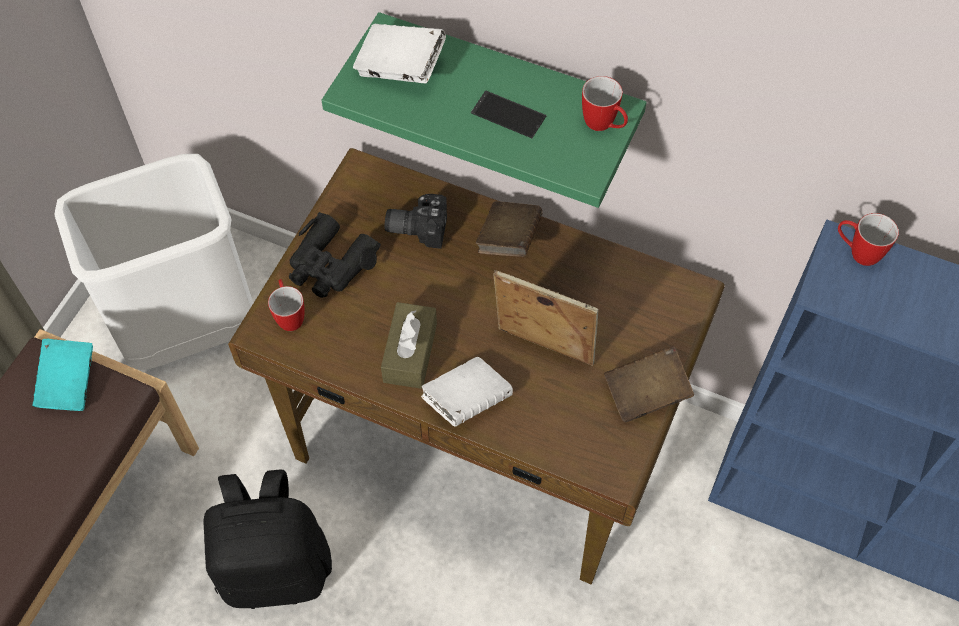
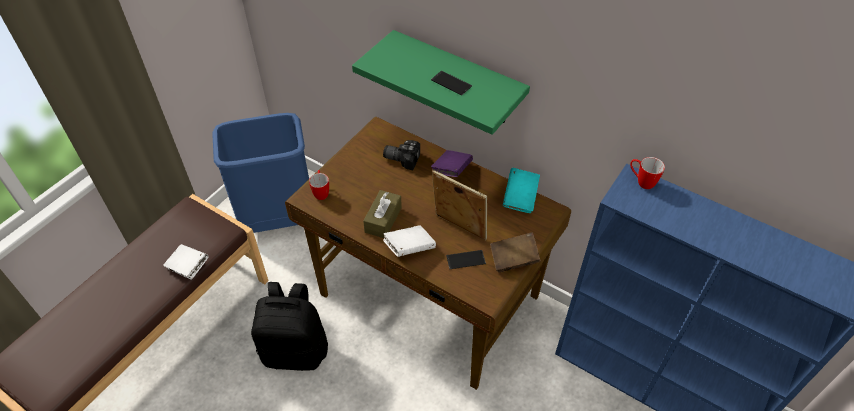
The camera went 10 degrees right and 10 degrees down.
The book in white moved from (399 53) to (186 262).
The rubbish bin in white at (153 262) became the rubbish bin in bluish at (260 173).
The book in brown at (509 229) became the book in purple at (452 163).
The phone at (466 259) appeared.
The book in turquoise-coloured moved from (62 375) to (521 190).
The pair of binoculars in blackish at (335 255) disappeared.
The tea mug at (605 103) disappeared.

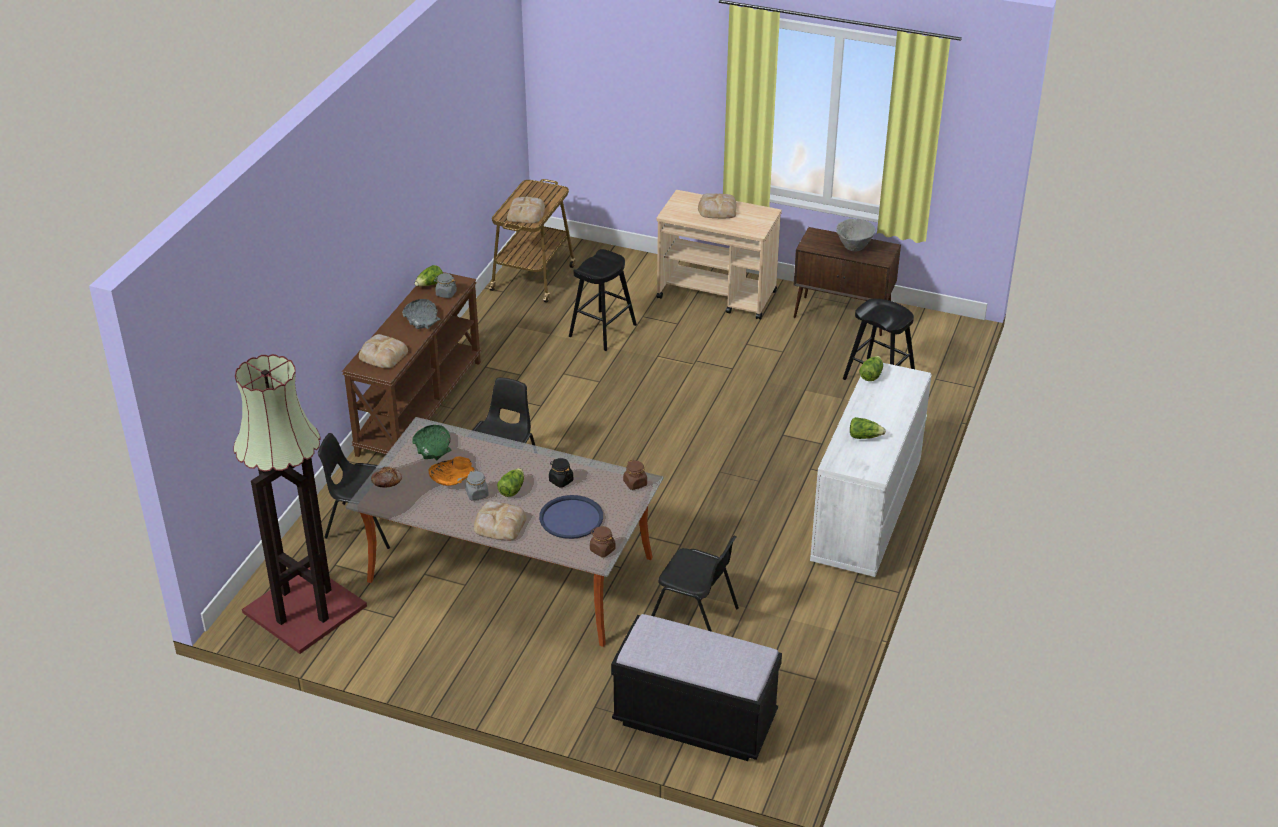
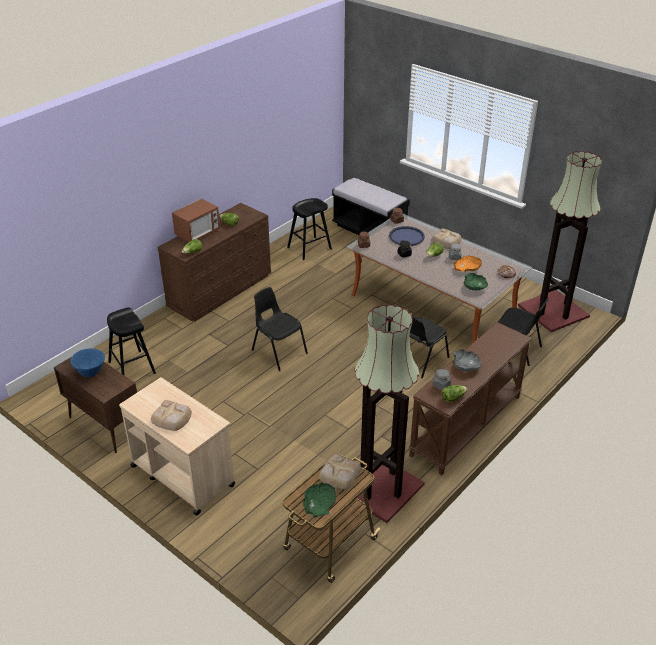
The camera went 160 degrees left and 0 degrees up.
The serving bowl in grey at (856 235) became the serving bowl in bluish at (88 362).
The chest of drawers in white at (871 470) became the chest of drawers in brown at (214 262).
The microwave at (196 220) appeared.
The upright chair in blackish moved from (695 584) to (280 329).
The stool in blackish moved from (603 300) to (309 229).
The serving bowl in greenish at (319 500) appeared.
The standing lamp at (389 413) appeared.
The bread at (383 351) disappeared.

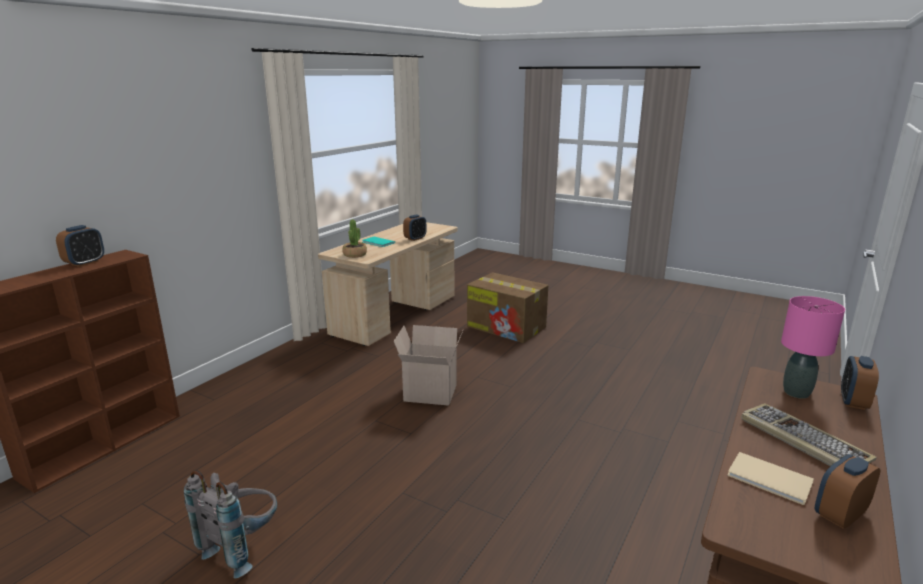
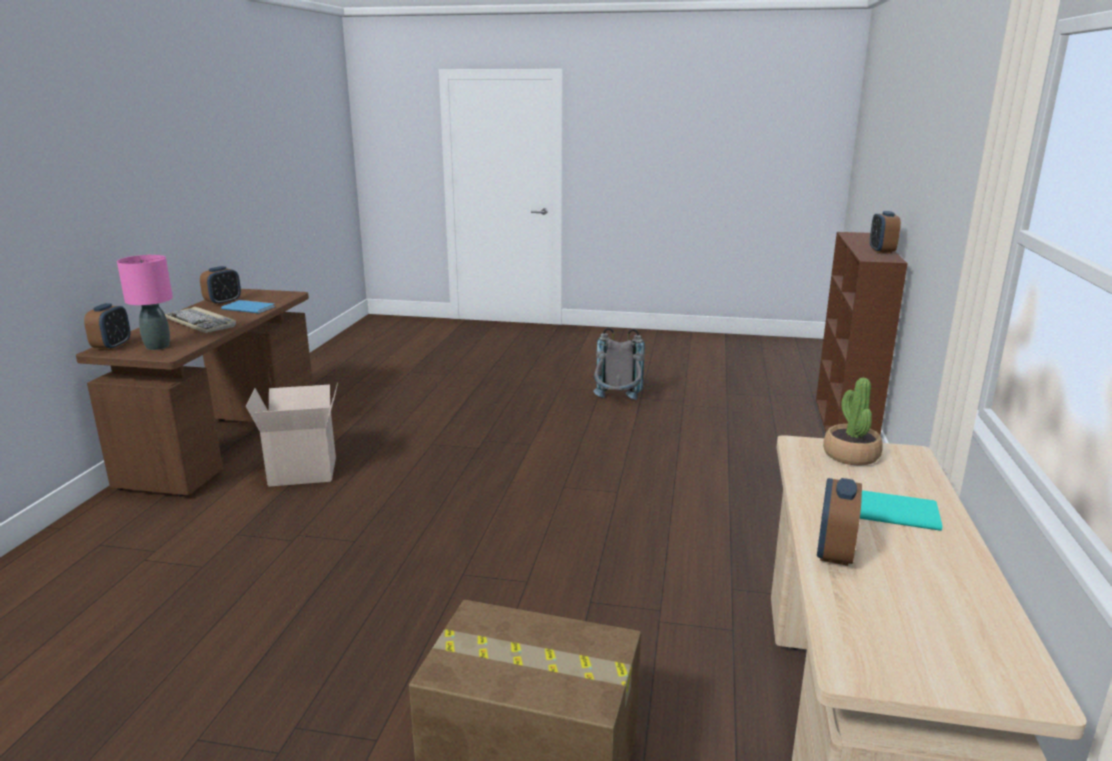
The camera went 160 degrees right and 0 degrees up.
The book in beige-coloured at (770 478) became the book in bluish at (248 306).
The packing box moved from (428 365) to (292 435).

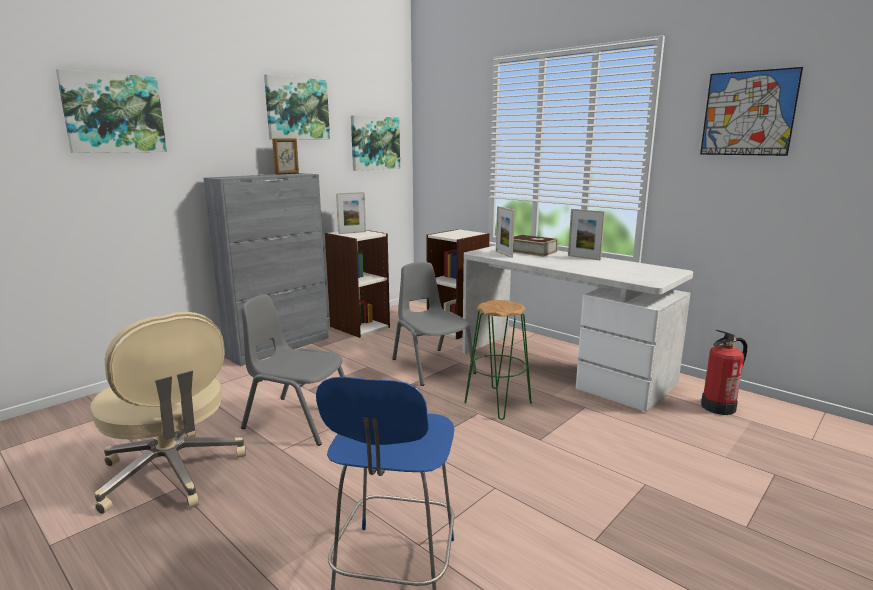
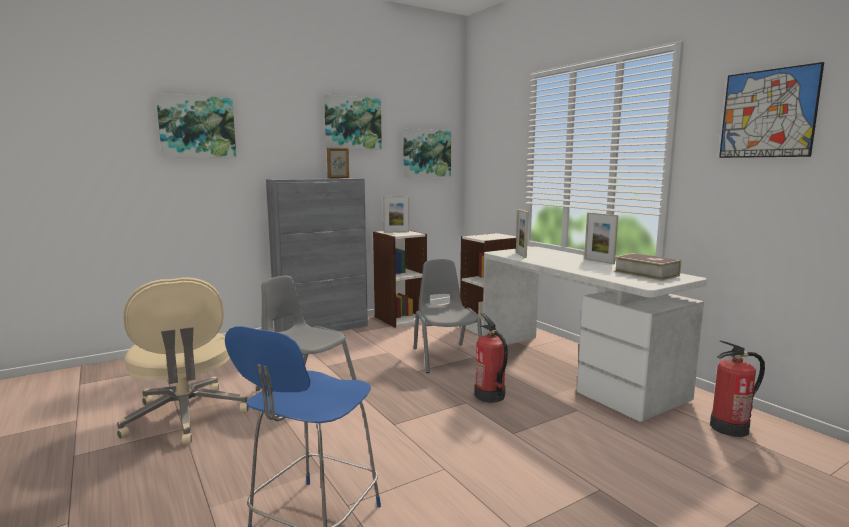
The camera went 15 degrees right and 5 degrees down.
The stool in greenish at (498 360) was replaced by the extinguisher at (491 358).
The book moved from (535 245) to (647 267).

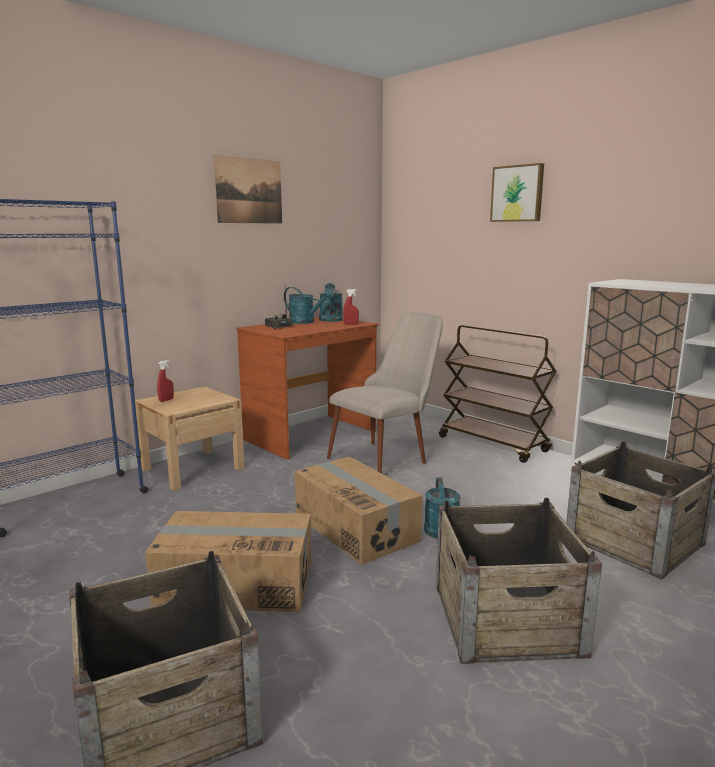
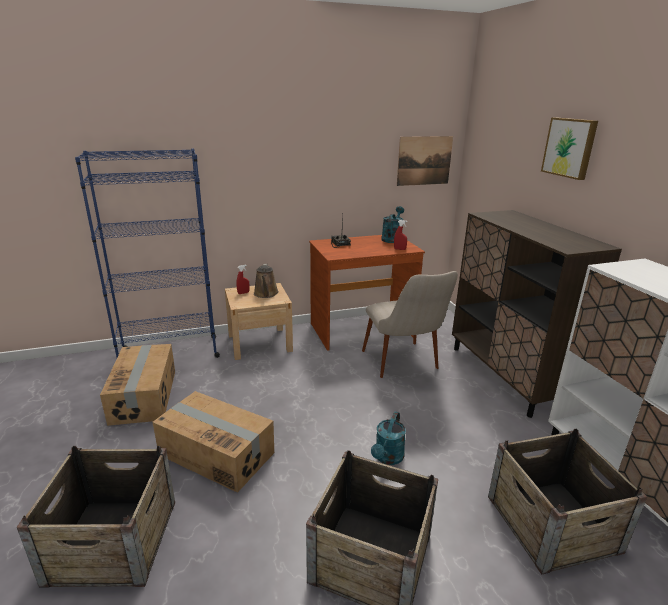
The camera went 25 degrees right and 10 degrees up.
The packing box moved from (358 511) to (137 385).
The watering can in brown at (266 281) appeared.
The upright chair in beige-coloured at (385 392) turned 90 degrees clockwise.
The picture moved from (247 189) to (425 161).
The cart in brown at (497 394) was replaced by the cupboard in brown at (537 314).
The watering can in turquoise-coloured at (308 305) disappeared.

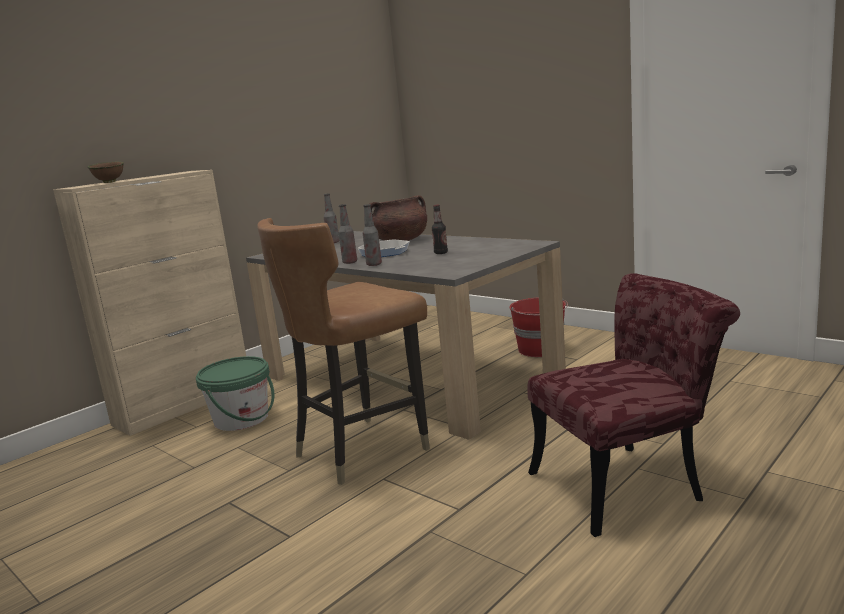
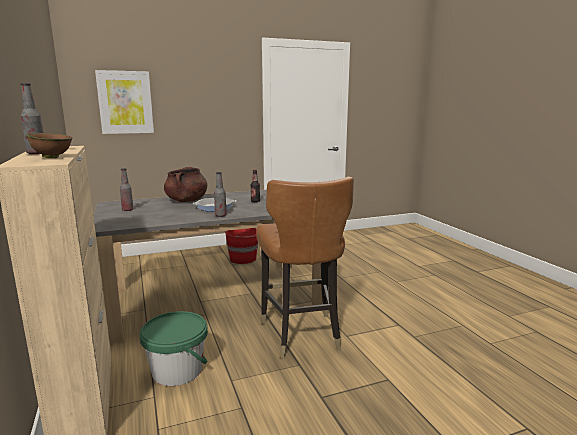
The camera went 65 degrees left and 0 degrees up.
The drink bottle moved from (372 235) to (32 118).
The picture at (124 102) appeared.
The upright chair in red at (634 405) disappeared.

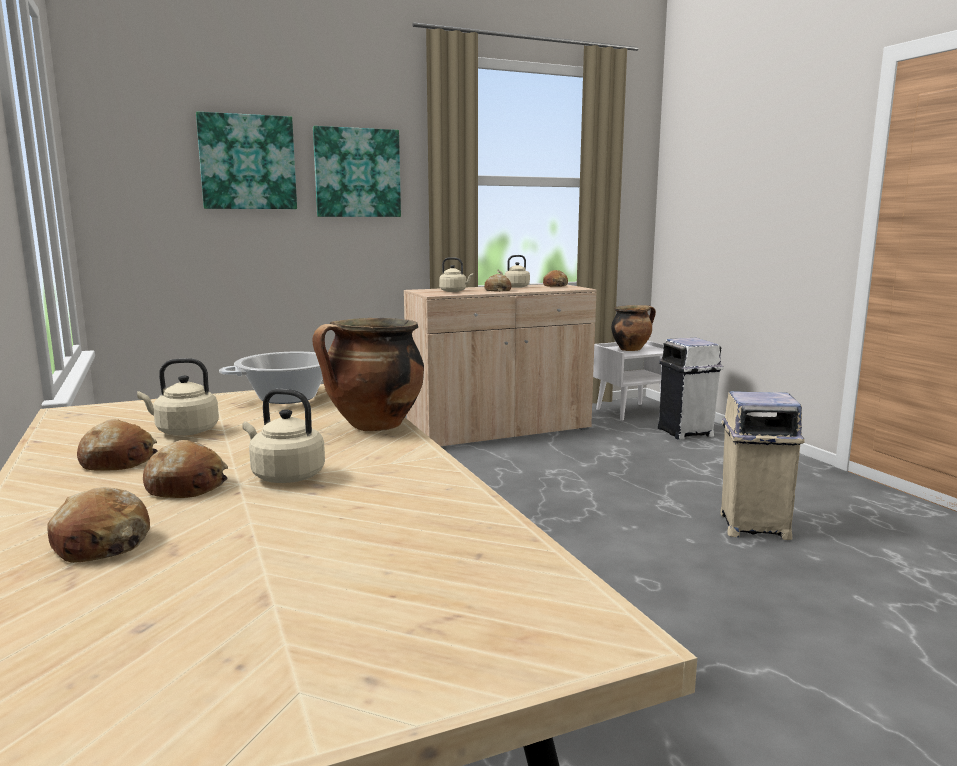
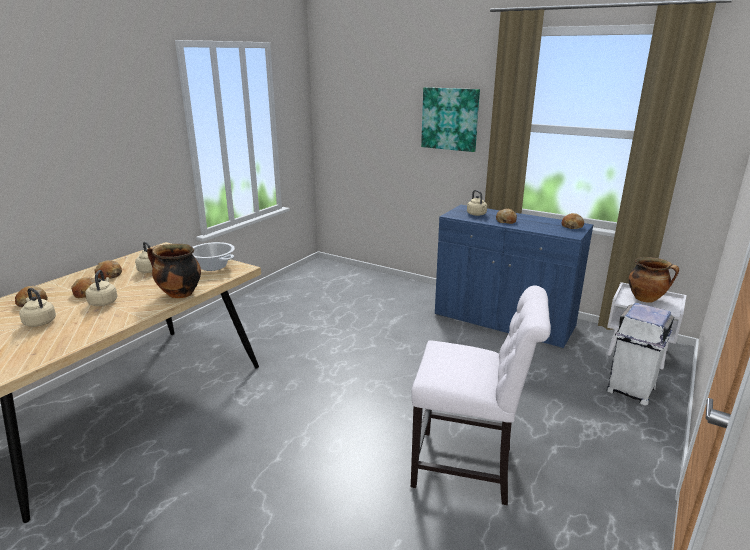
The camera went 55 degrees right and 10 degrees up.
The water kettle in beige-coloured moved from (513 271) to (37 307).
The rubbish bin in beige-coloured at (762 465) was replaced by the upright chair in white at (481 395).
The cupboard in beige-coloured at (500 365) became the cupboard in bluish at (514 277).
The picture at (246 160) disappeared.

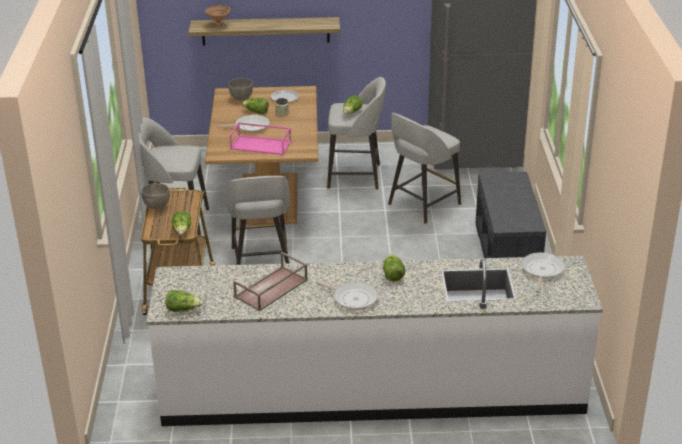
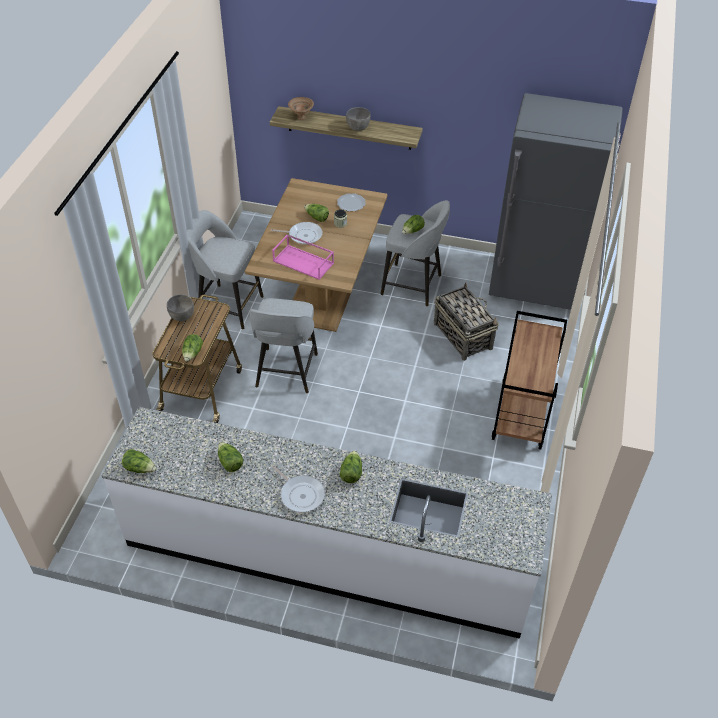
The camera went 15 degrees right and 15 degrees up.
The tray in brown at (270 281) was replaced by the head of lettuce at (230 457).
The serving bowl in grey moved from (240 89) to (358 119).
The stool in grey at (424 168) was replaced by the basket at (466 322).
The bench in grey at (511 215) was replaced by the cart in brown at (529 380).
The frying pan at (543 272) disappeared.

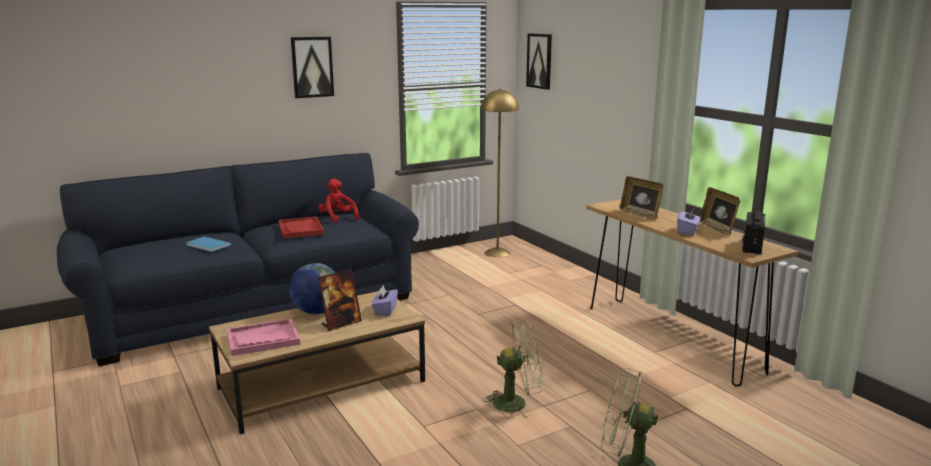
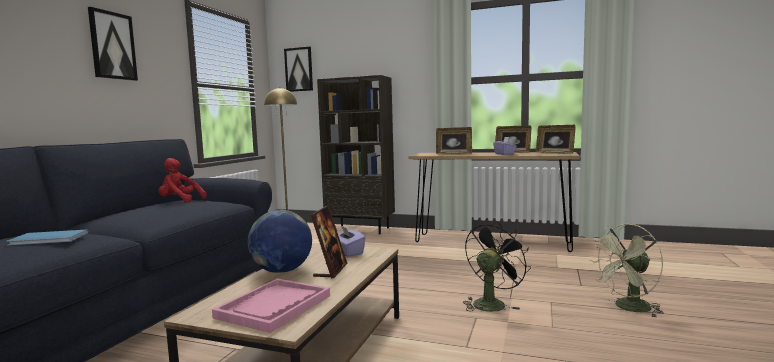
The camera went 40 degrees left and 10 degrees down.
The shelving unit in brown at (356 154) appeared.
The fan in greenish at (512 369) became the fan in blackish at (497 266).
The radio at (753 232) was replaced by the standing frame at (556 139).
The tray in red at (301 227) disappeared.

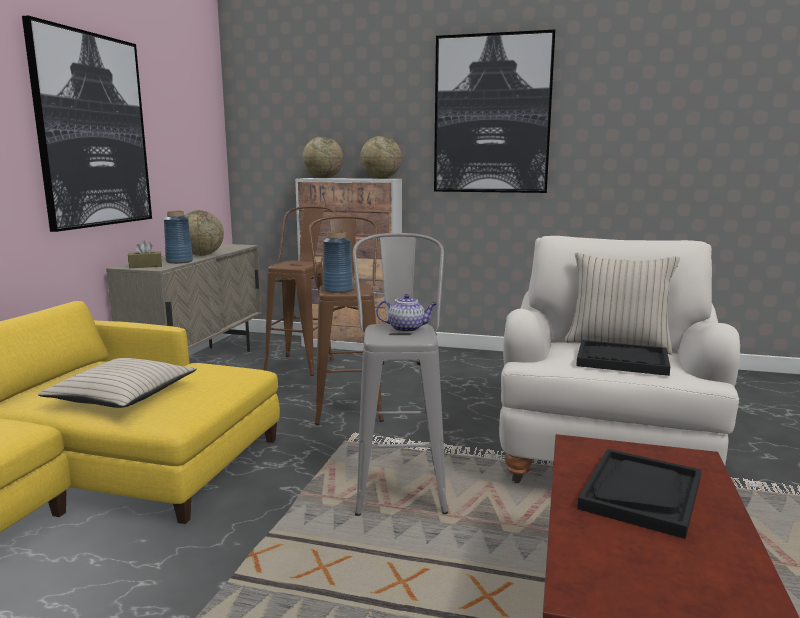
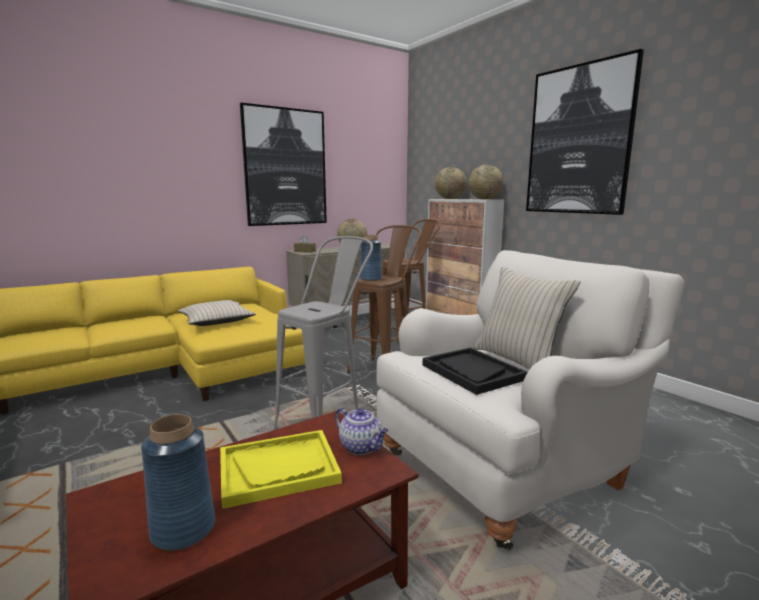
The camera went 40 degrees right and 0 degrees up.
The decorative vase in bluish moved from (178 237) to (178 482).
The tray in blackish at (639 494) became the tray in yellowish at (281 469).
The pot for tea moved from (406 313) to (361 431).

